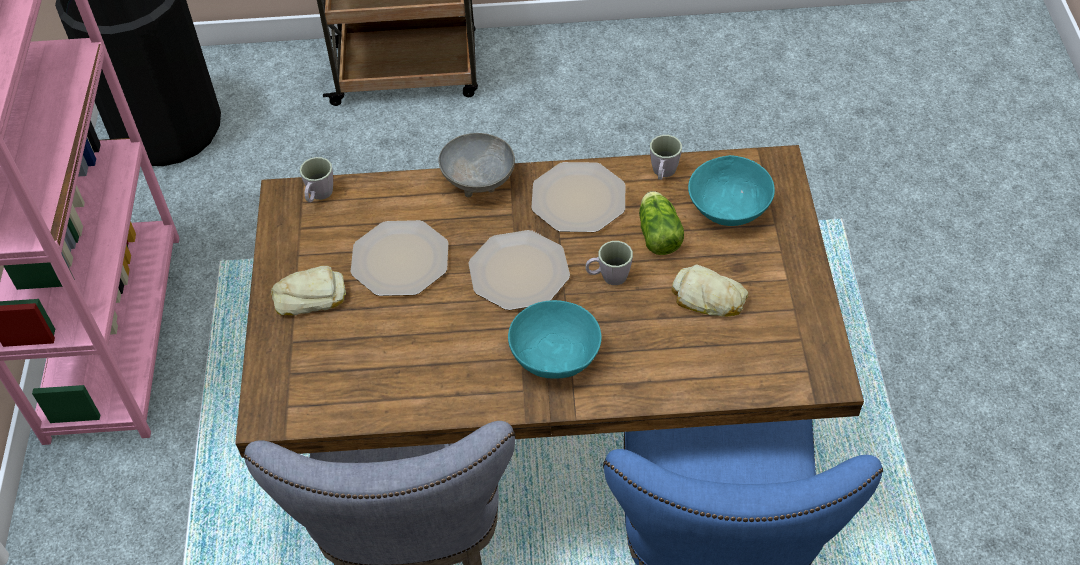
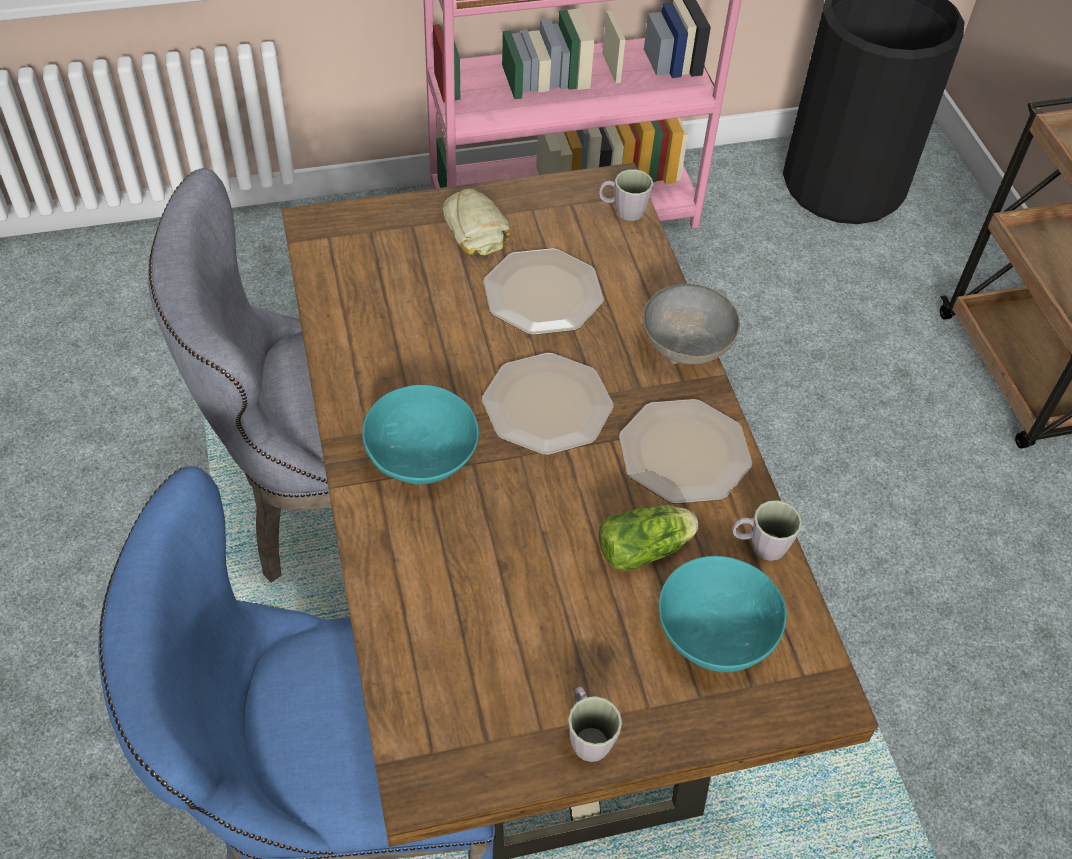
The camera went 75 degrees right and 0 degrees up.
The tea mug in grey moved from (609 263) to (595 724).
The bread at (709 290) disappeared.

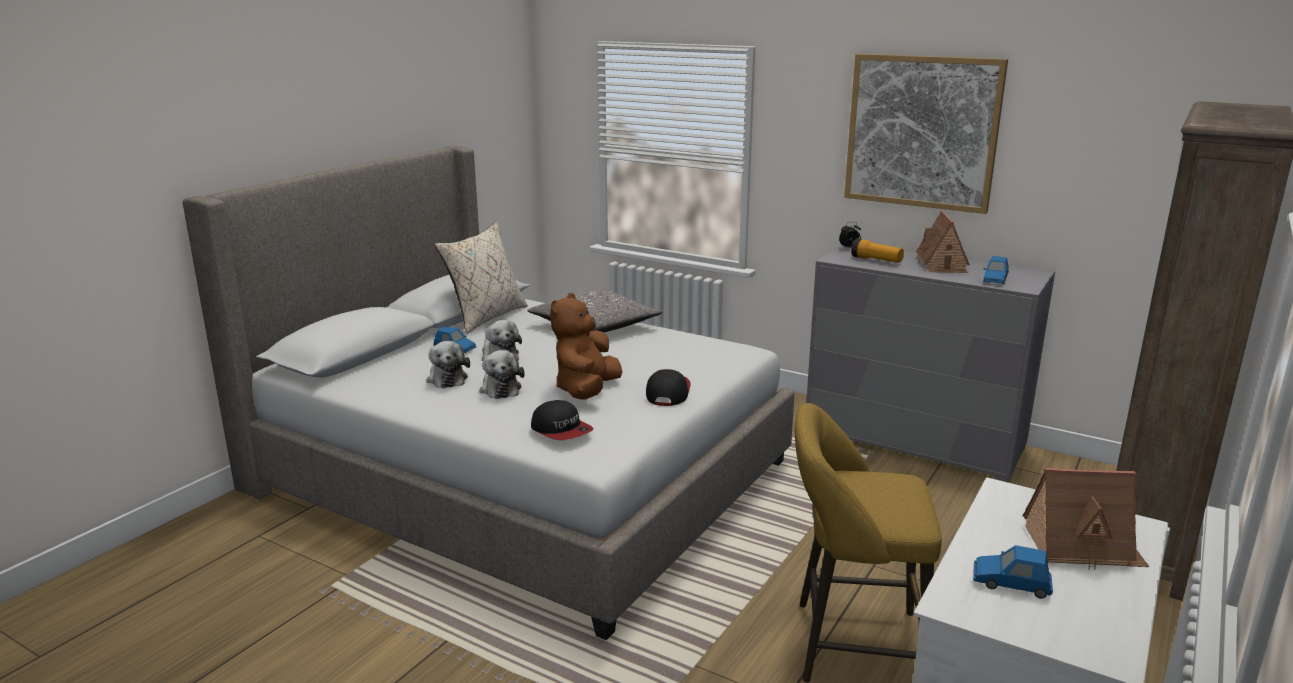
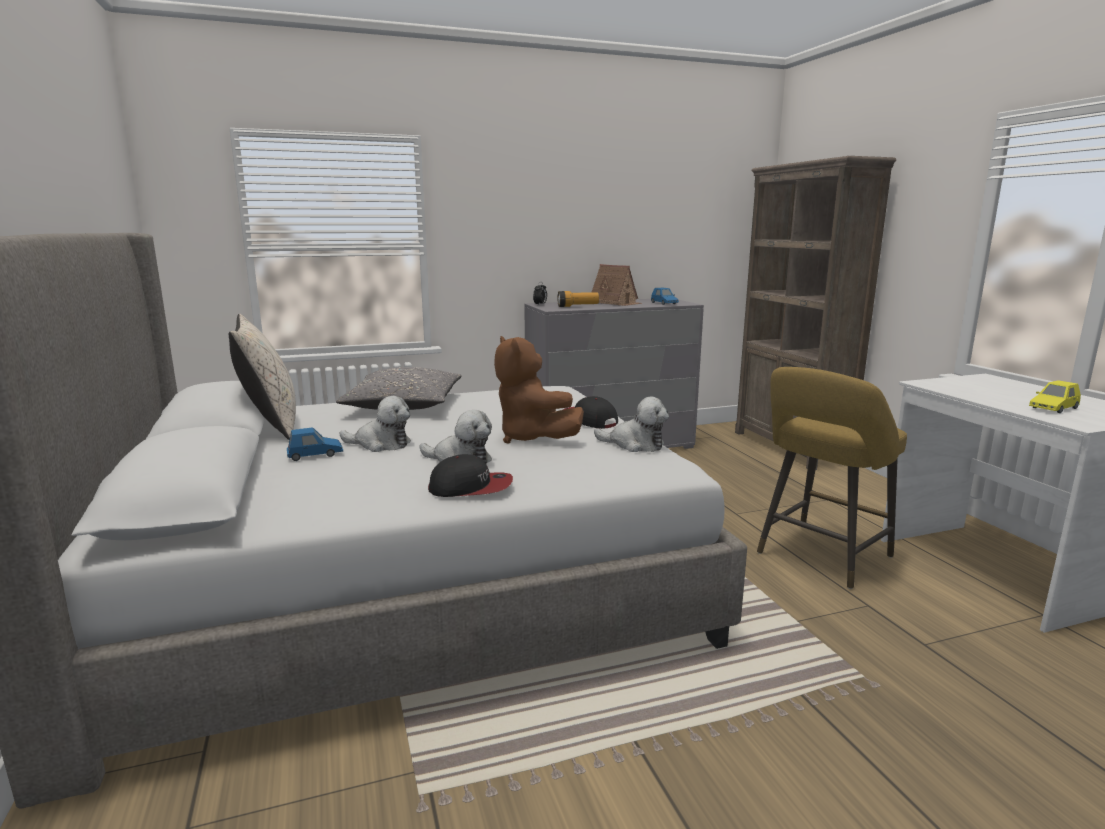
The camera went 50 degrees left and 5 degrees down.
The peaked cap moved from (562 420) to (470 475).
The plush toy moved from (448 364) to (631 424).
The miniature car in bluish at (1013 572) became the miniature car in yellowish at (1055 396).
The picture at (926 134) disappeared.
The toy house at (1086 519) disappeared.

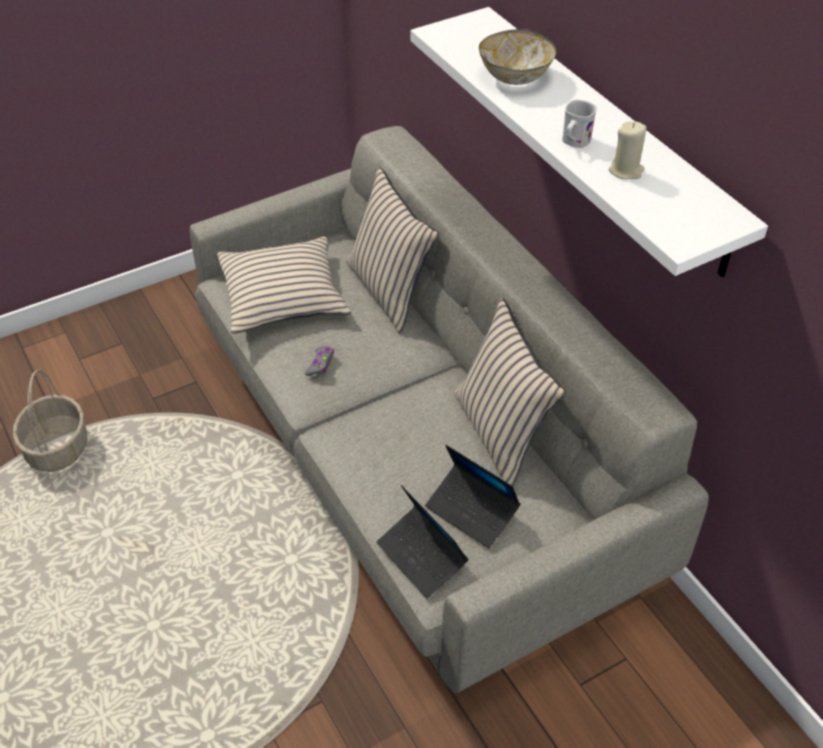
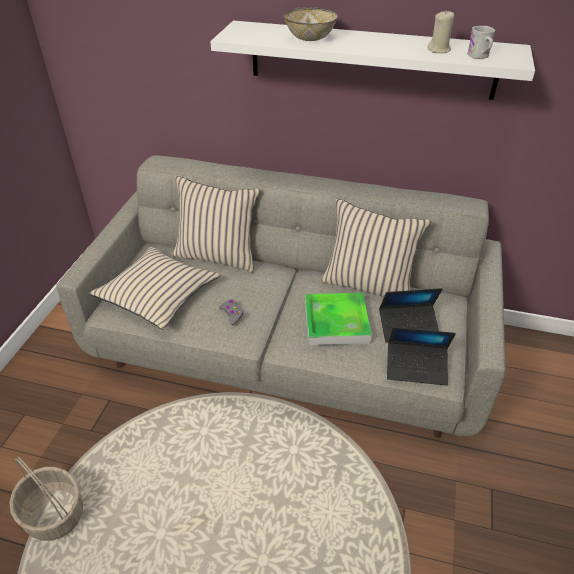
The camera went 45 degrees left and 5 degrees down.
The tray at (338 319) appeared.
The tea mug in white moved from (579 123) to (481 42).

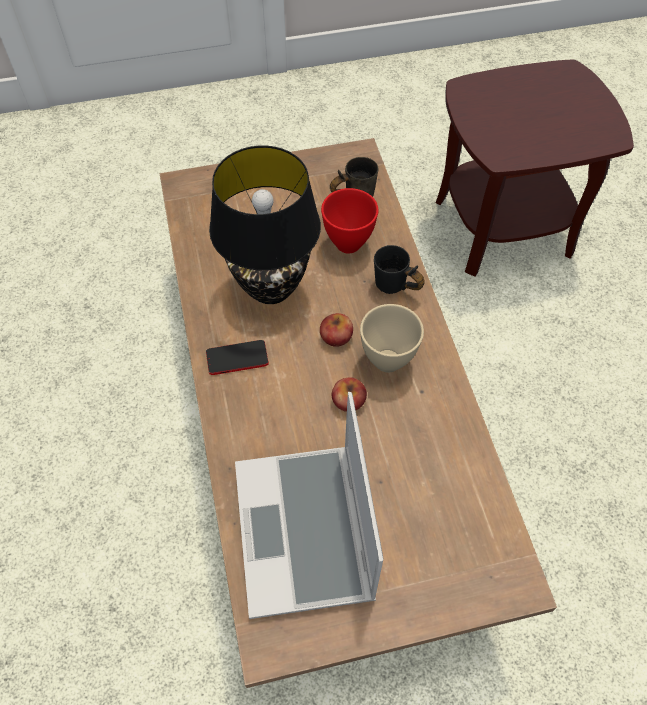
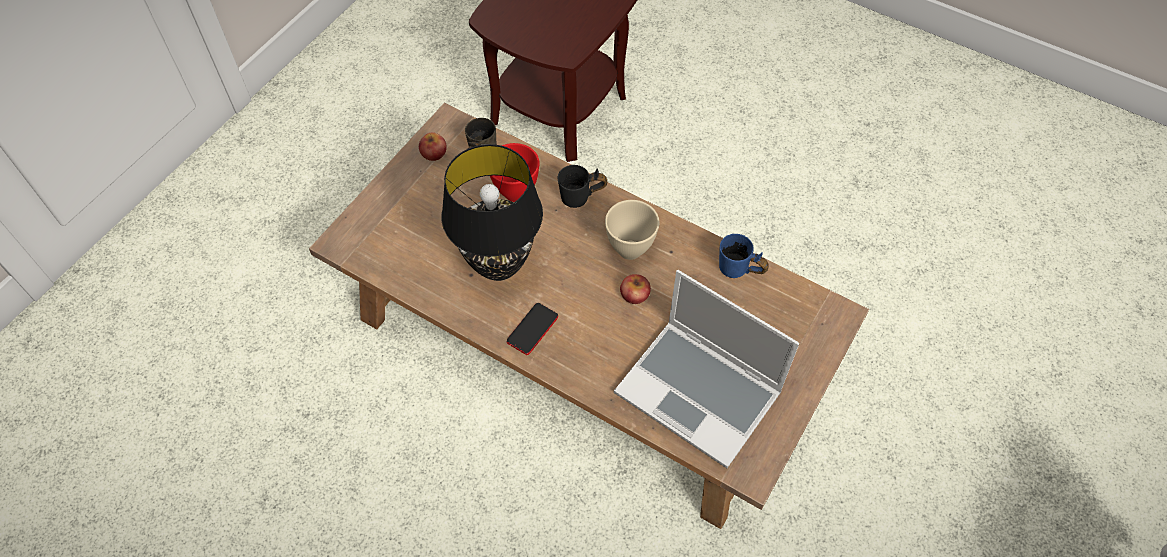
The camera went 45 degrees left and 0 degrees up.
The whole apple moved from (336 330) to (433 146).
The tea mug in bluish at (744 256) appeared.

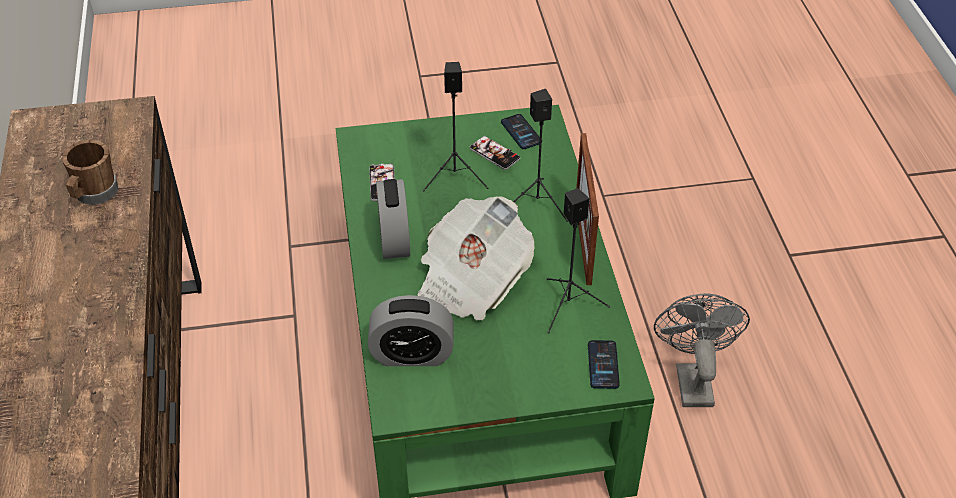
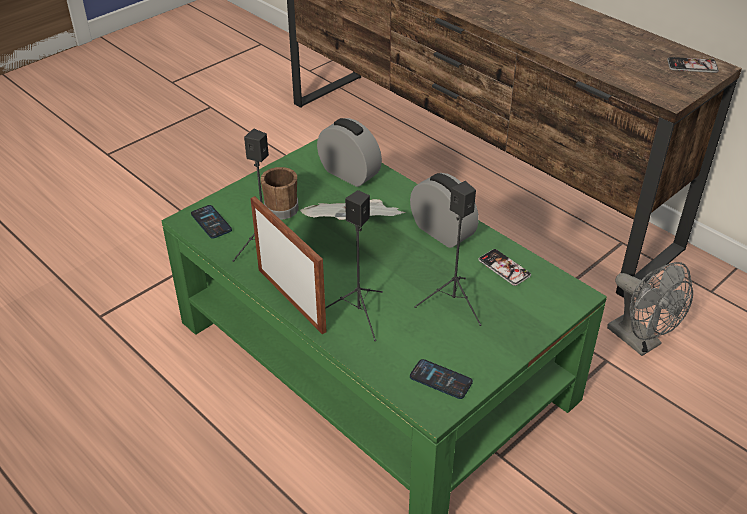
The camera went 145 degrees right and 5 degrees down.
The tea mug in brown moved from (90 172) to (280 193).
The table clock at (411 330) turned 75 degrees clockwise.
The fan in grey moved from (702 350) to (650 309).
The phone moved from (494 153) to (693 64).

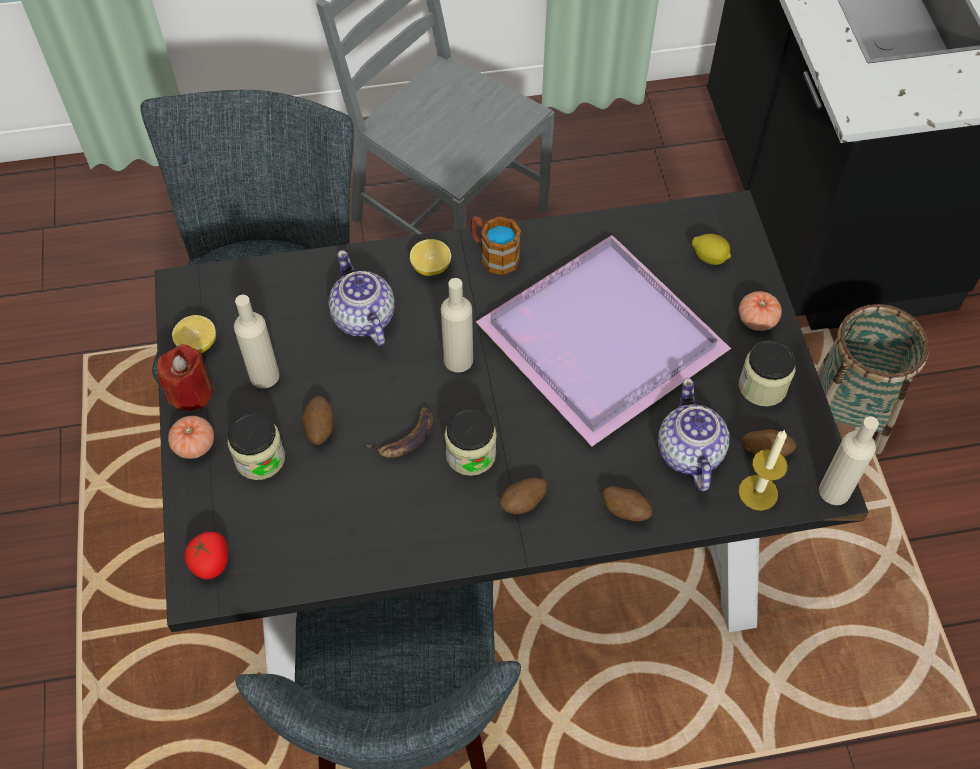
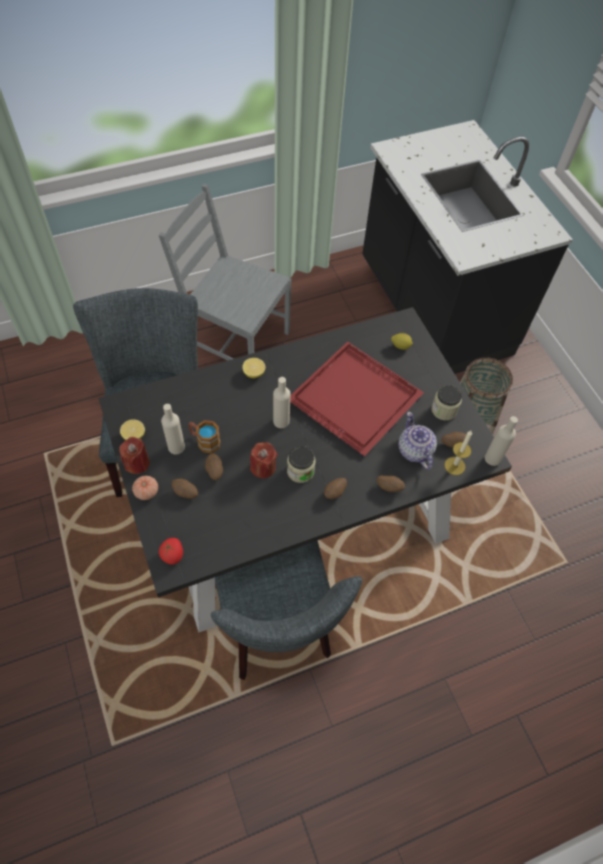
The camera went 15 degrees left and 0 degrees up.
The jar at (256 446) was replaced by the spud at (185 489).
The tea mug moved from (496 245) to (204 436).
The banana fruit at (399 432) was replaced by the wax light in red at (264 460).
The tray in purple at (603 340) became the tray in red at (357 399).
The pot for tea at (362 298) disappeared.
The fresh tomato at (760 311) disappeared.

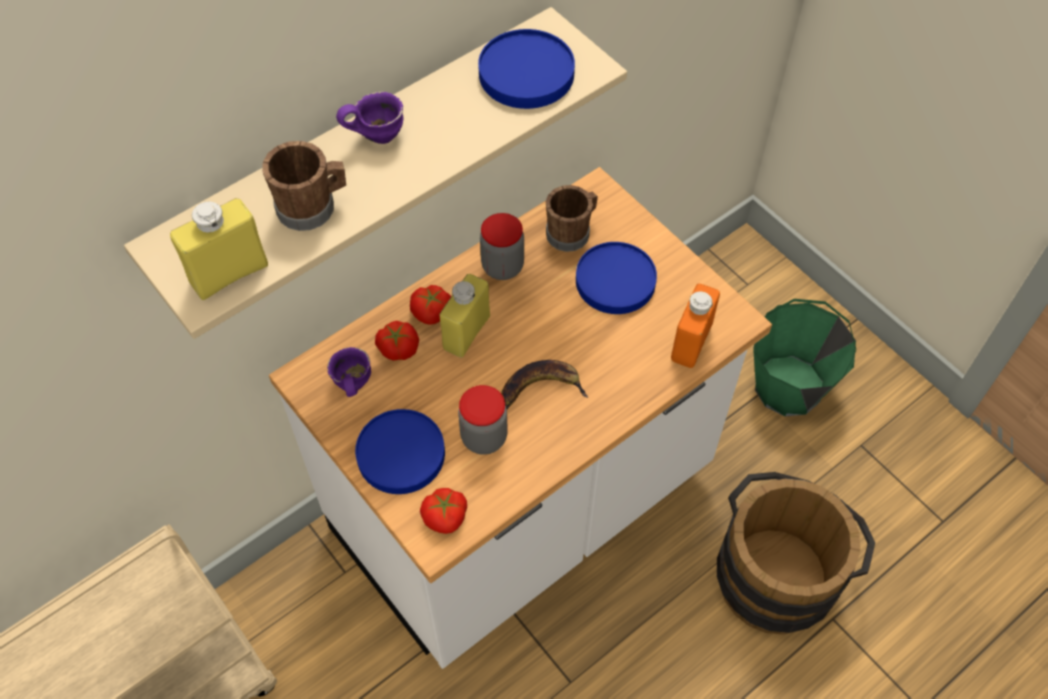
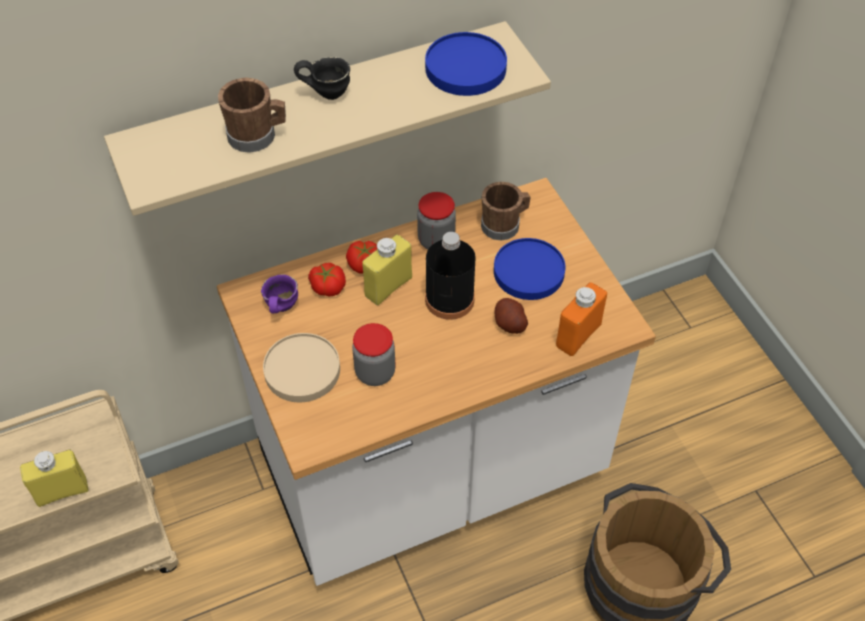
The camera went 15 degrees right and 5 degrees down.
The drink bottle in yellowish moved from (219 249) to (54 478).
The flat dish in bluish at (400 451) became the flat dish in beige-coloured at (301 367).
The tea mug in purple at (370 118) became the tea mug in blackish at (322 78).
The drink bottle in blackish at (450 276) appeared.
The spud at (511 316) appeared.
The fresh tomato at (443 511) disappeared.
The banana fruit at (545 384) disappeared.
The bucket in greenish at (804 357) disappeared.

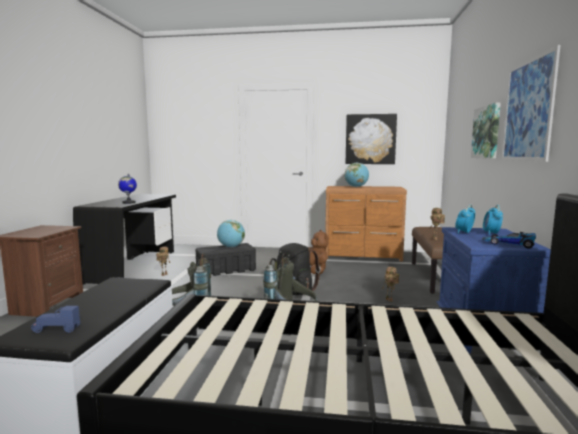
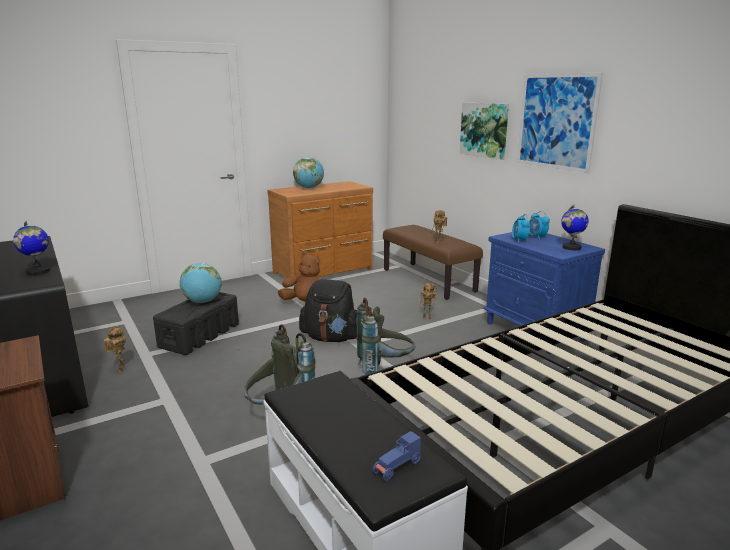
The camera went 40 degrees left and 10 degrees up.
The miniature car at (509 240) was replaced by the desk globe at (575 227).
The picture at (371 139) disappeared.

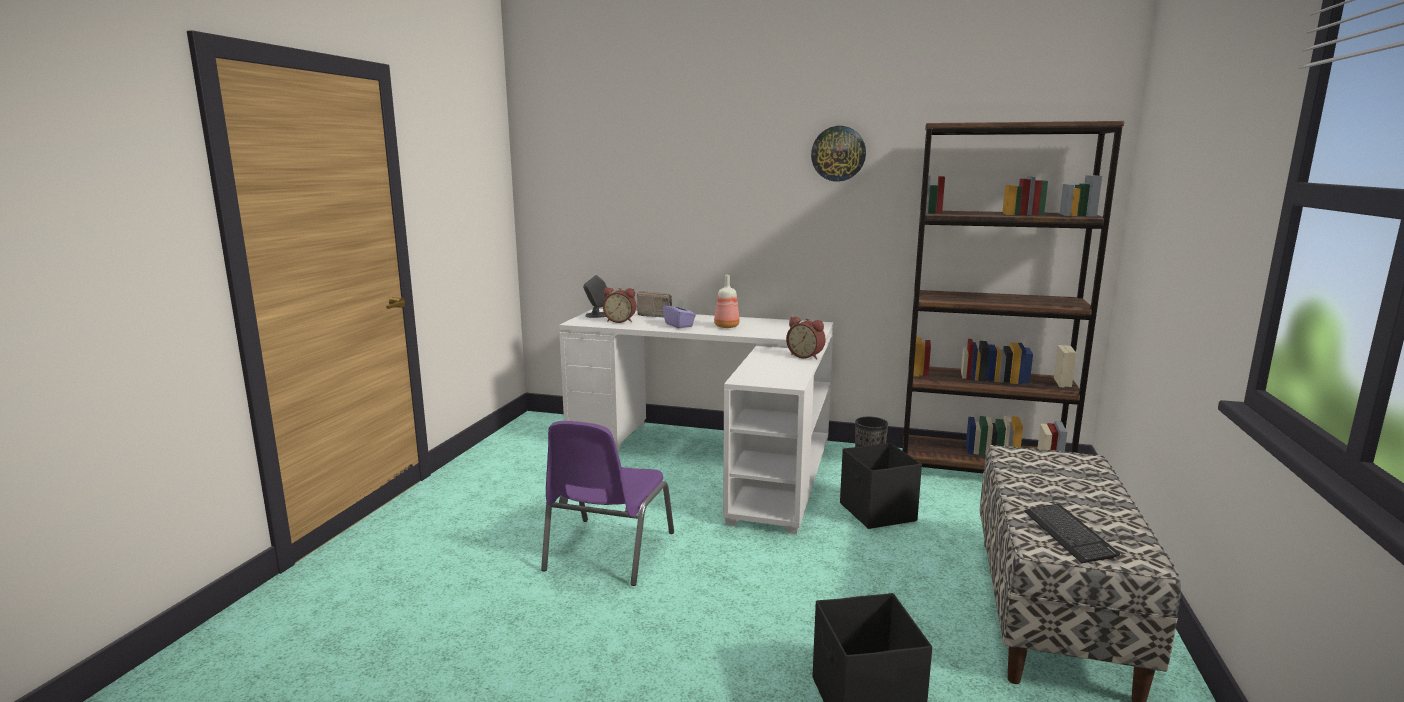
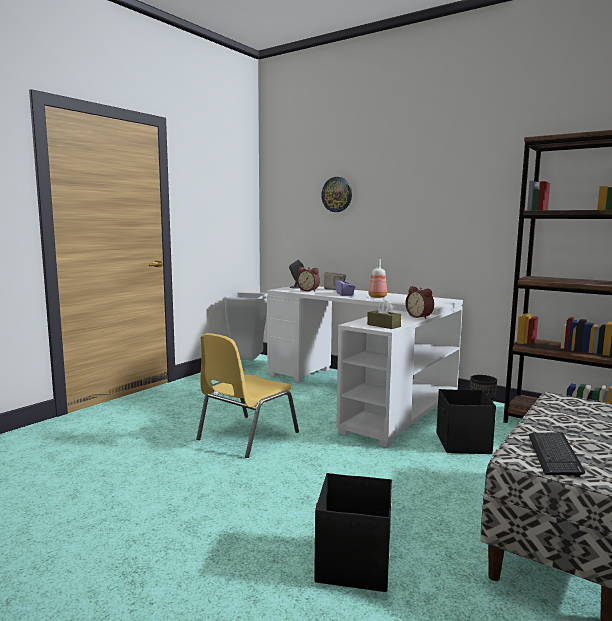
The camera went 20 degrees right and 5 degrees down.
The upright chair in purple at (607 503) became the upright chair in yellowish at (247 395).
The rubbish bin in grey at (246 326) appeared.
The wall clock moved from (838 154) to (336 194).
The tissue holder in brown at (384 314) appeared.

